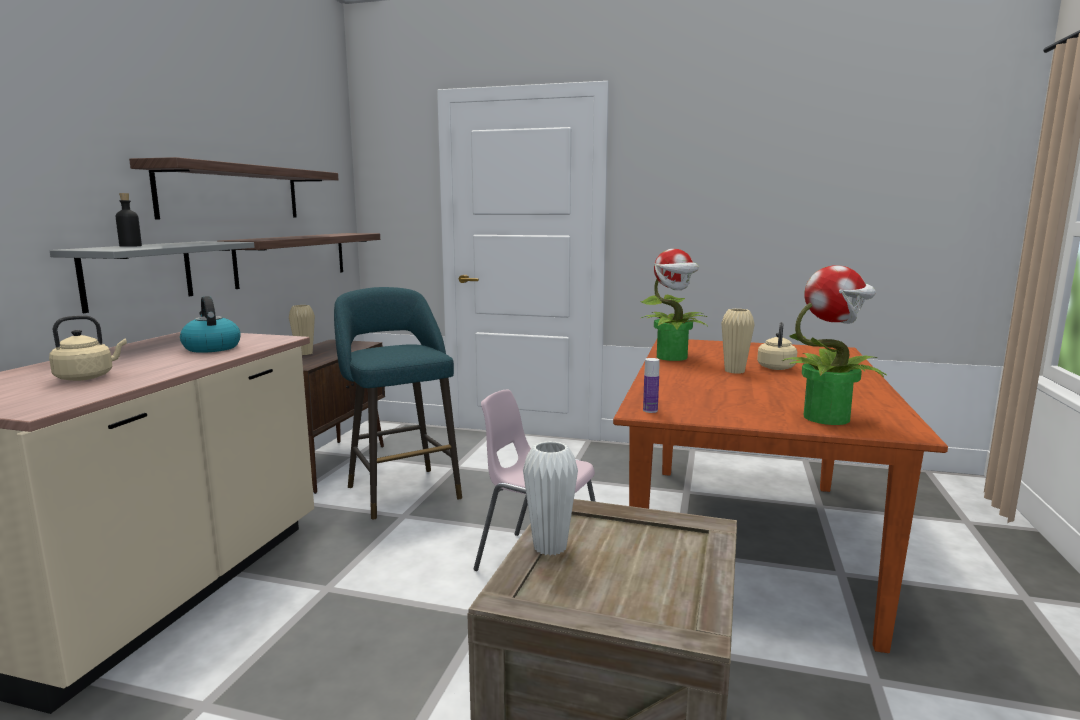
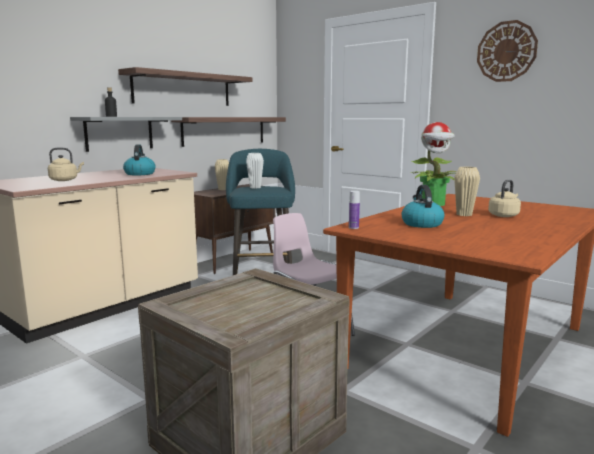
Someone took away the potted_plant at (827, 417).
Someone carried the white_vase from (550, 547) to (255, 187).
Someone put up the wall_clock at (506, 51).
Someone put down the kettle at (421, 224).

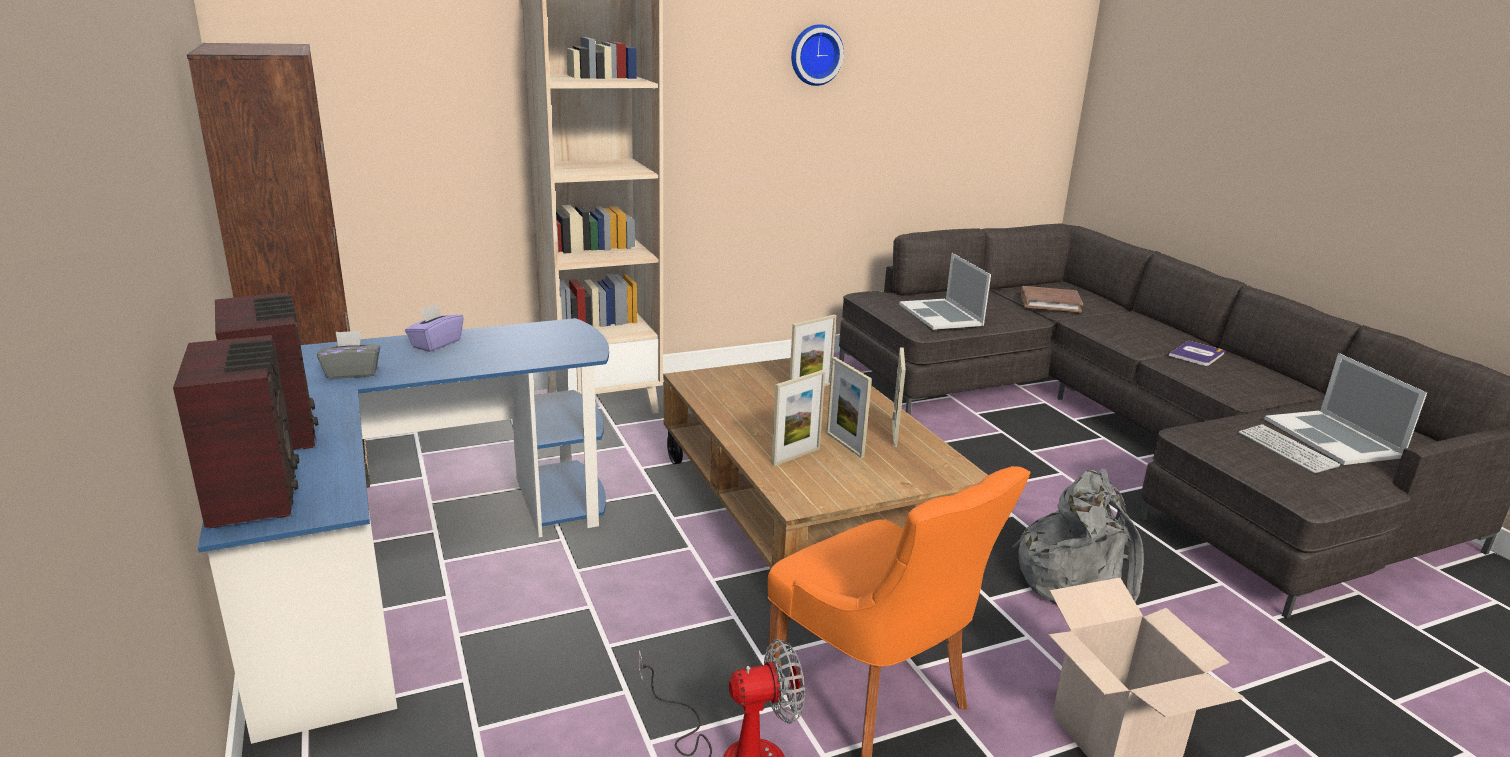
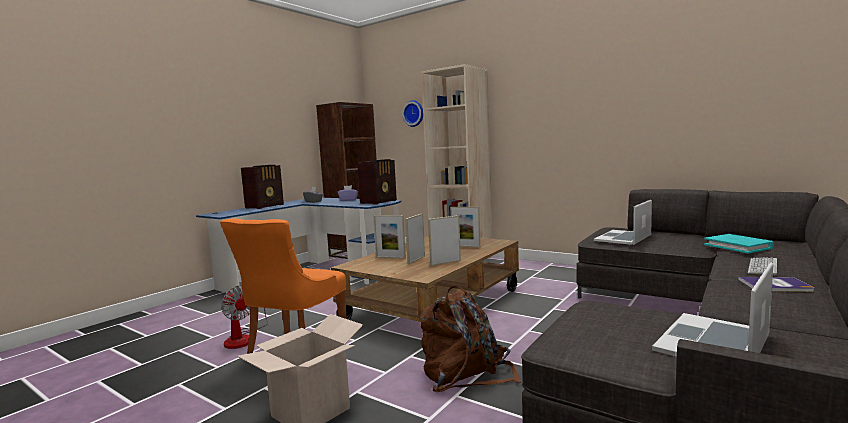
Someone carried the wall_clock from (815, 54) to (414, 113).
Someone repainted the brown_book at (1050, 302), which became the turquoise_book at (738, 246).
Someone carried the radio from (255, 492) to (379, 202).
Someone carried the keyboard from (1286, 450) to (762, 267).
Someone repainted the grey_backpack at (1076, 579), which became the brown_backpack at (466, 373).

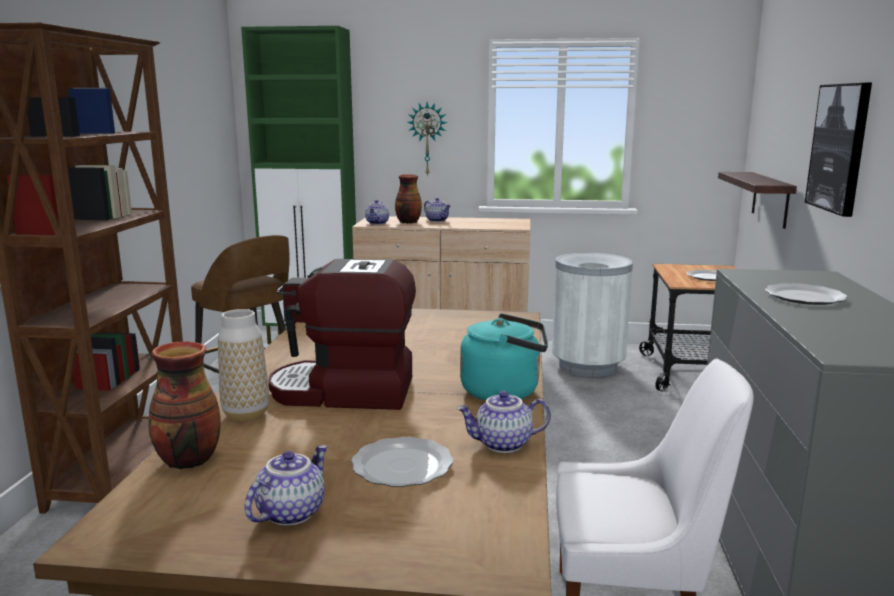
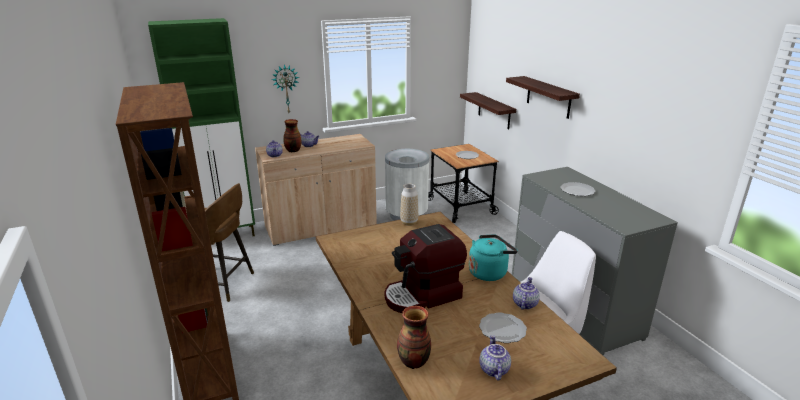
Someone swapped the picture at (839, 147) for the shelf at (548, 97).
Someone carried the vase from (246, 414) to (409, 222).
Someone rotated the teapot at (503, 445) by 150 degrees clockwise.

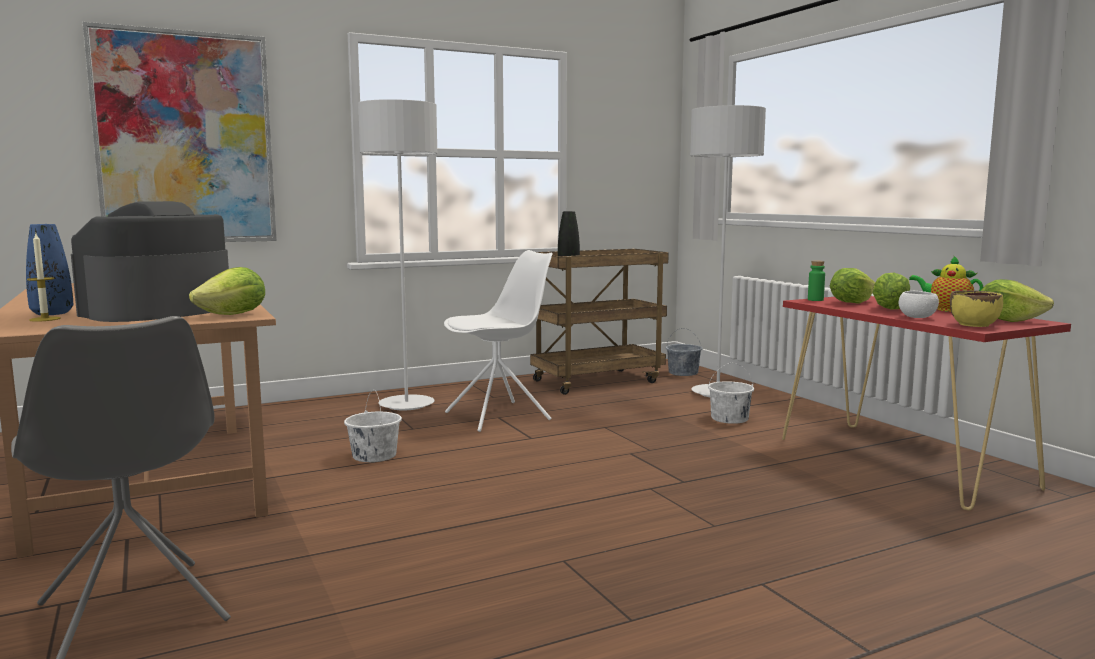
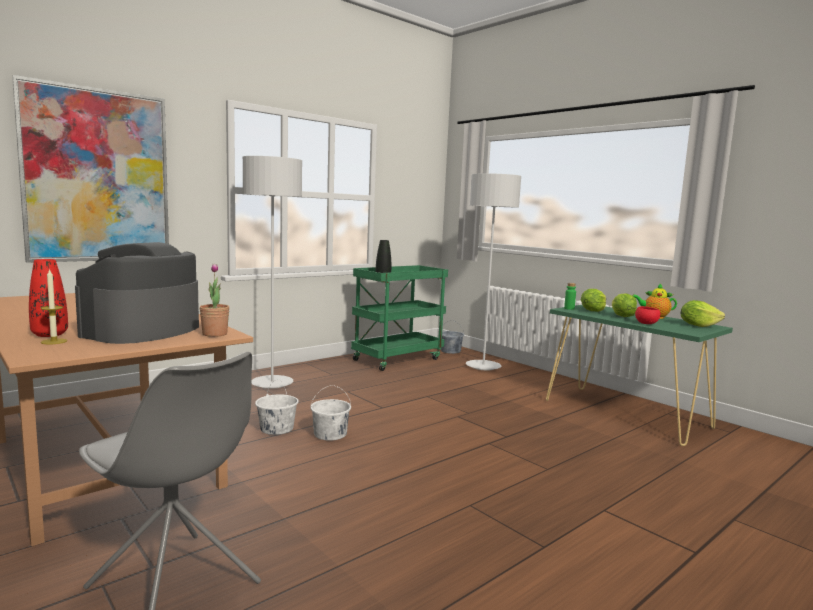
Someone repainted the blue_vase at (52, 313), which became the red_vase at (49, 334).
Someone repainted the brown_cart at (597, 381), which became the green_cart at (397, 359).
Someone took away the white_chair at (499, 416).
Someone swapped the lettuce at (234, 315) for the potted_plant at (215, 334).
Someone took away the yellow_bowl at (974, 325).
Someone repainted the white_bowl at (917, 317), which became the red_bowl at (646, 323).
Someone repainted the red_console_table at (902, 462), which became the green_console_table at (626, 414).
Someone carried the white_bucket from (730, 418) to (330, 434).

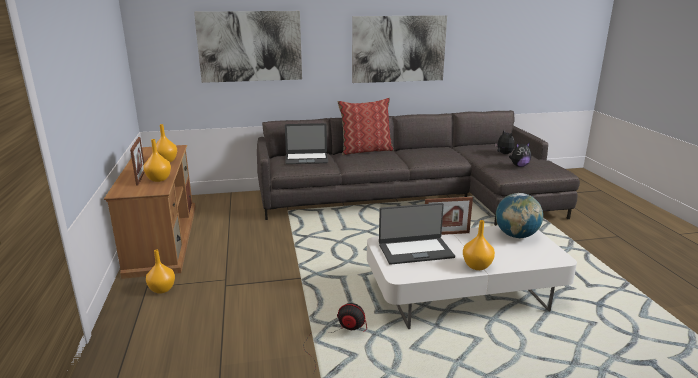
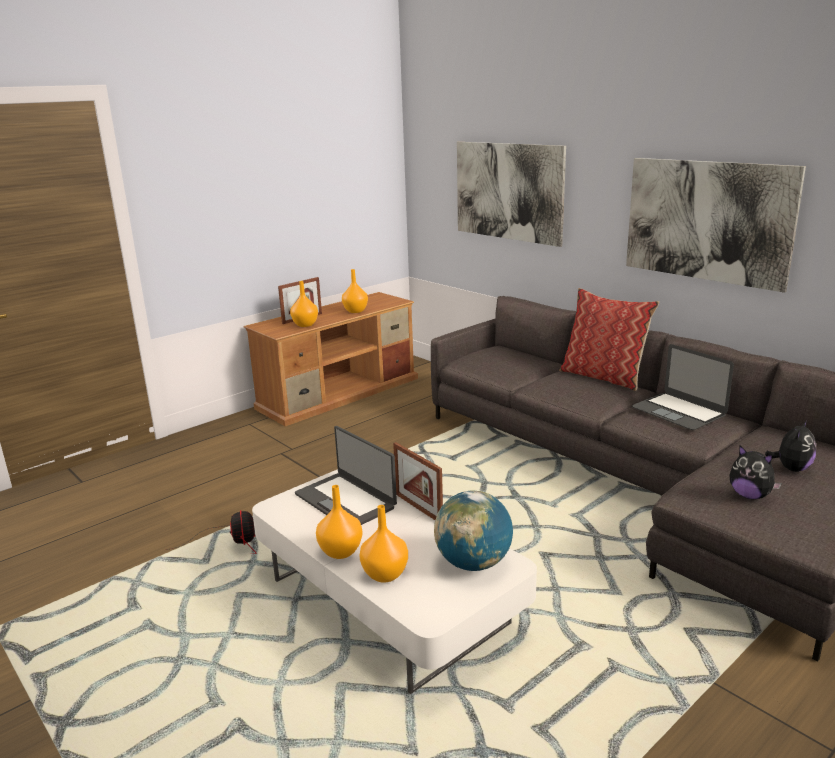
Someone carried the laptop from (306, 158) to (678, 411).
Someone carried the orange_vase from (162, 289) to (385, 575).

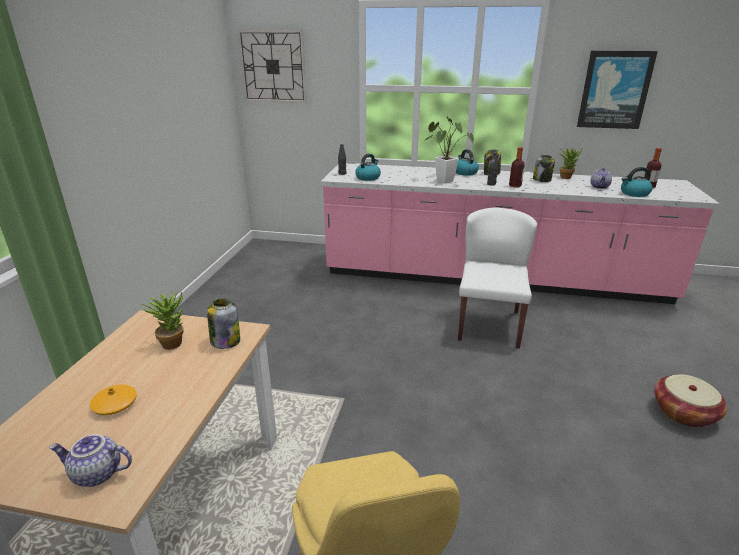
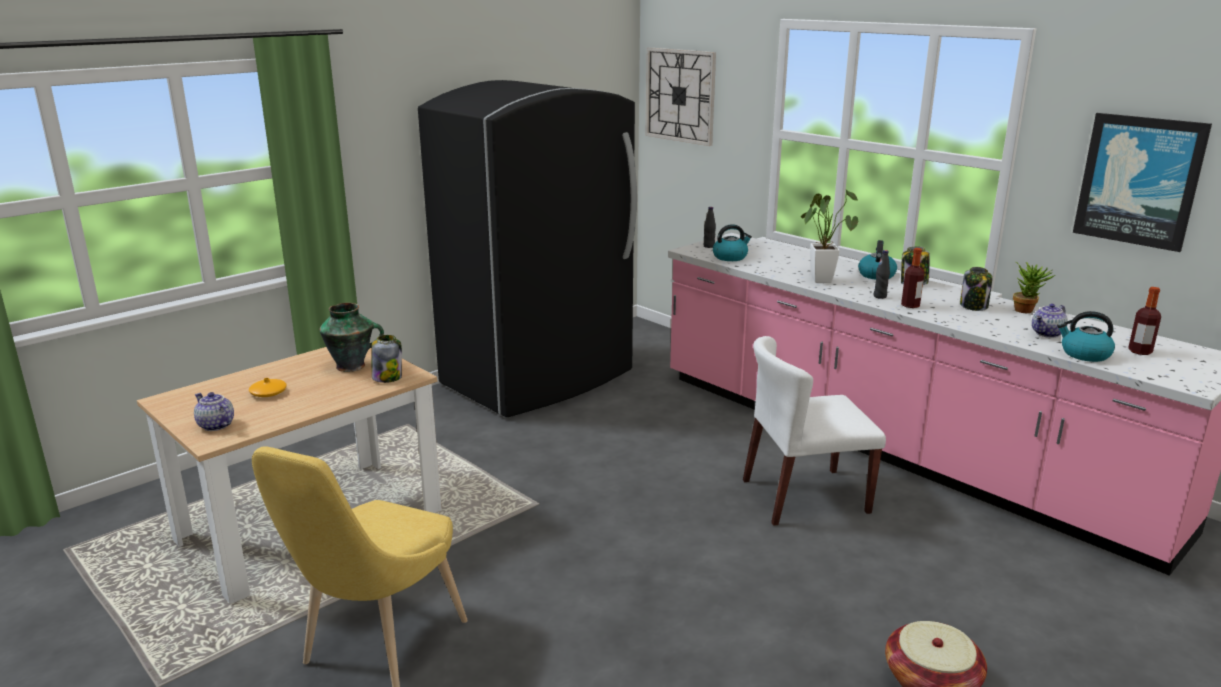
Someone rotated the white_chair at (488, 325) by 150 degrees counterclockwise.
Someone swapped the potted_plant at (173, 342) for the vase at (352, 366).
Someone put down the black_fridge at (539, 379).

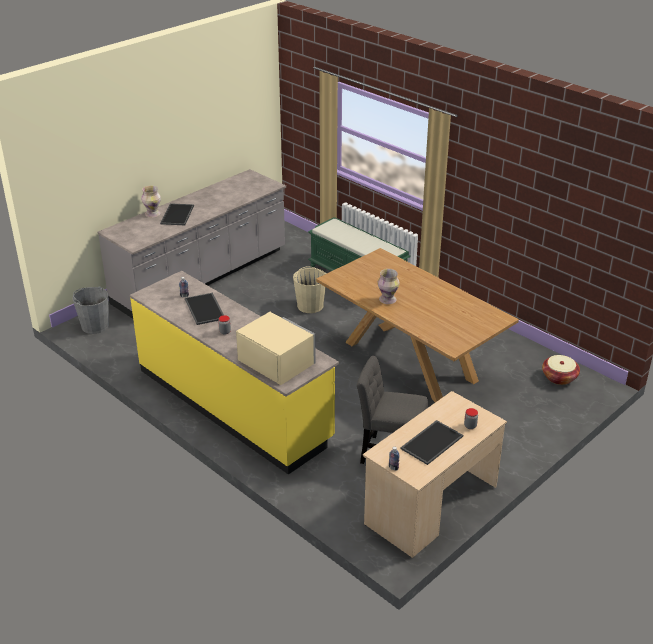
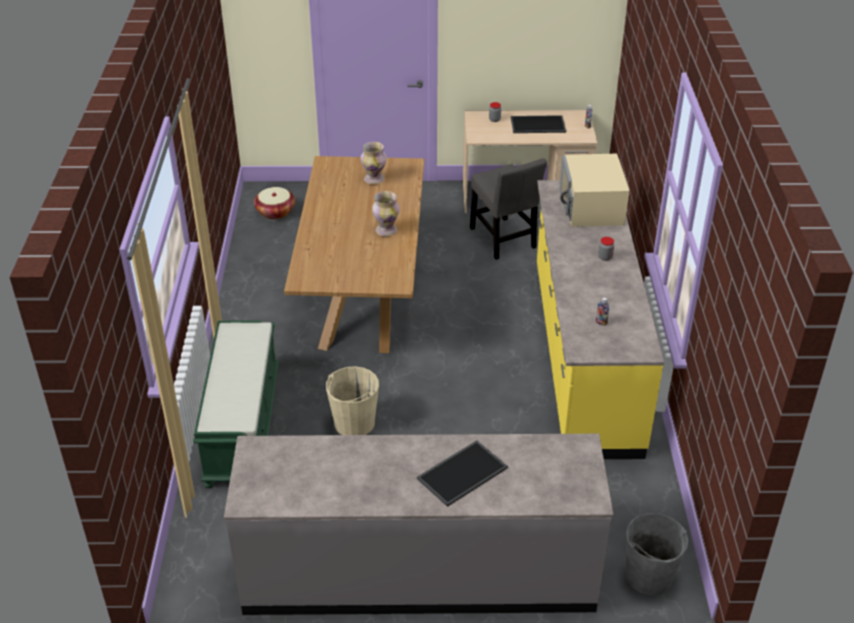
Someone carried the vase from (153, 214) to (374, 179).
Someone took away the tray at (205, 309).

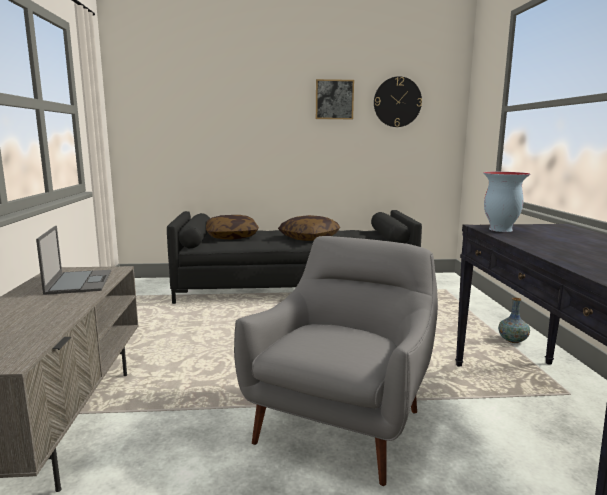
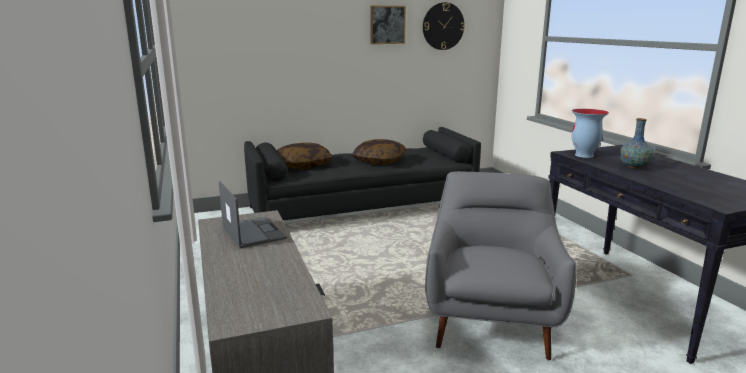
Someone carried the vase from (512, 340) to (634, 166).

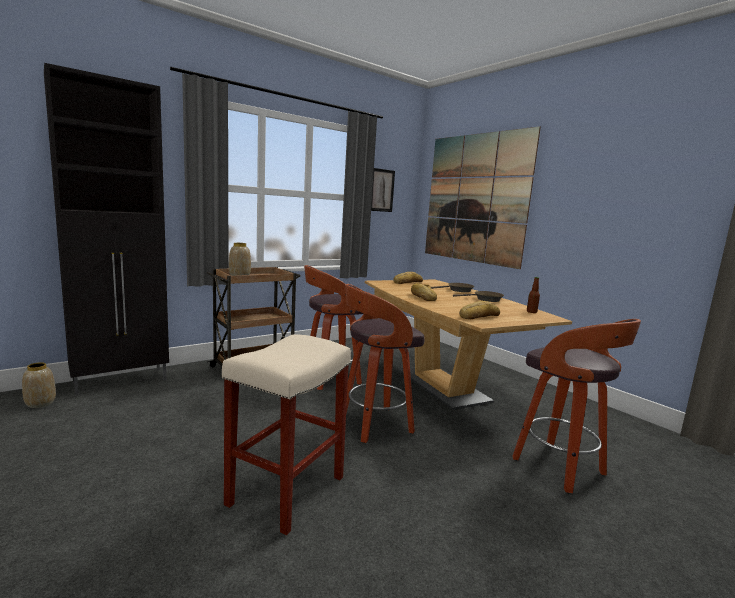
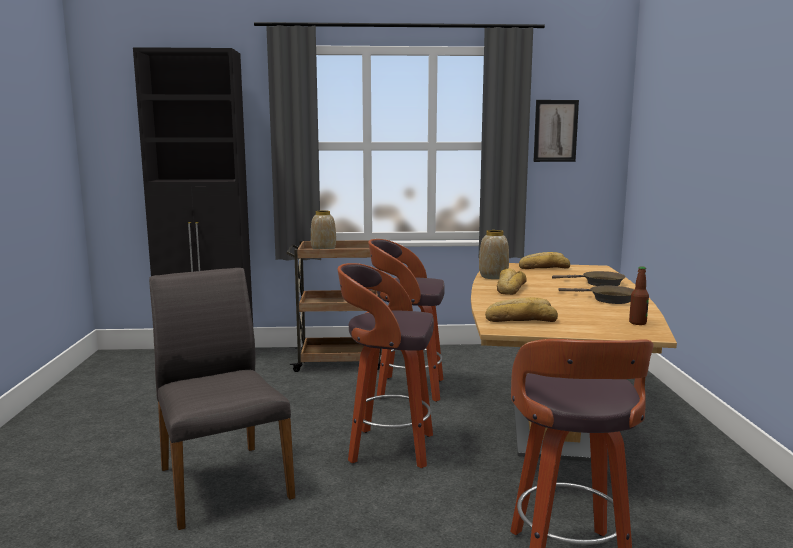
Someone took away the picture at (475, 198).
Someone swapped the beige_stool at (287, 489) for the grey_chair at (222, 482).
Someone carried the vase from (40, 403) to (493, 276).

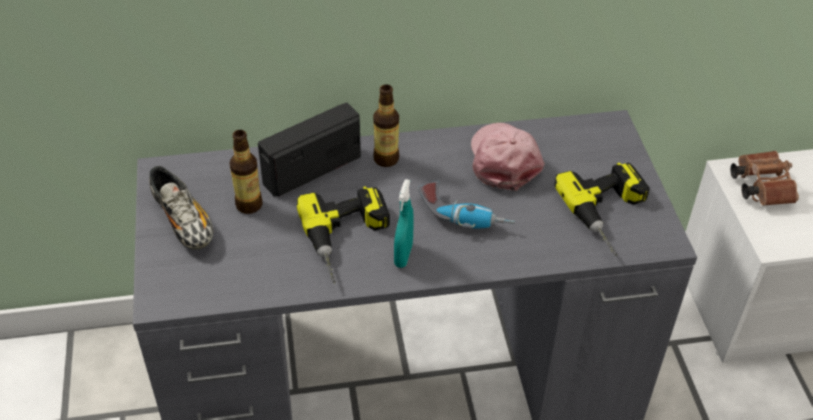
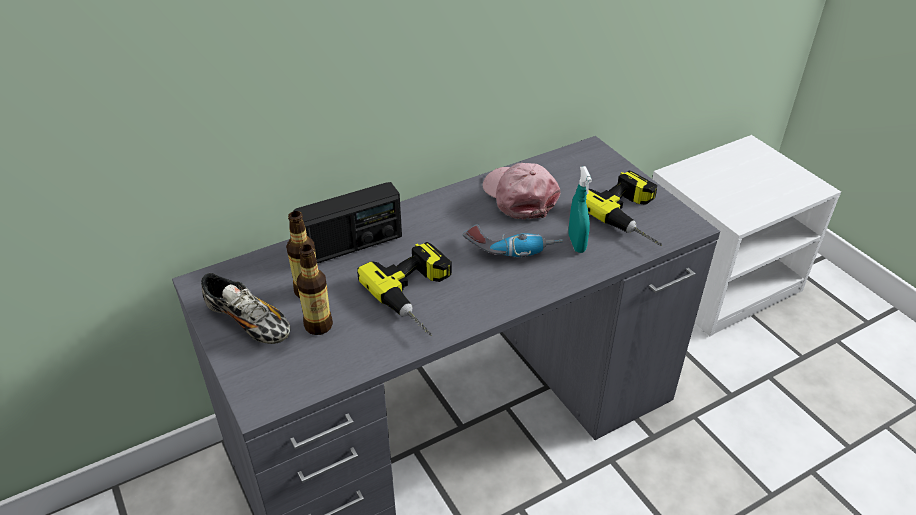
Someone carried the bottle from (386, 159) to (318, 325).
Someone rotated the radio at (311, 169) by 150 degrees counterclockwise.
Someone took away the brown_binoculars at (759, 186).
Someone carried the turquoise_spray_bottle from (403, 255) to (576, 243).

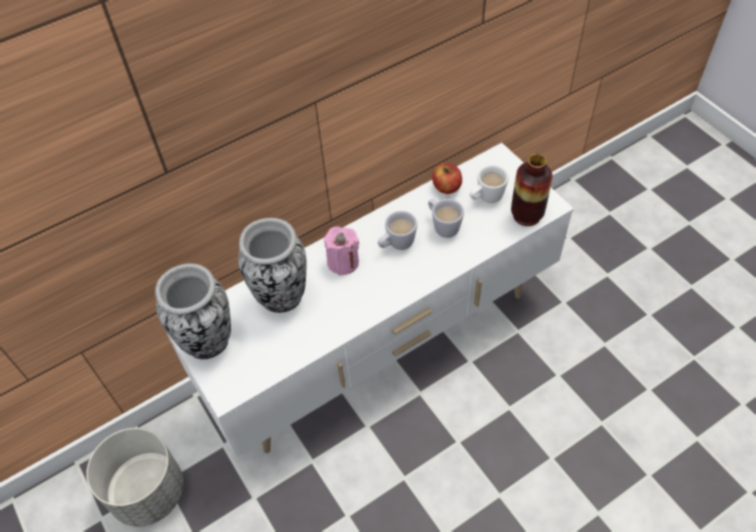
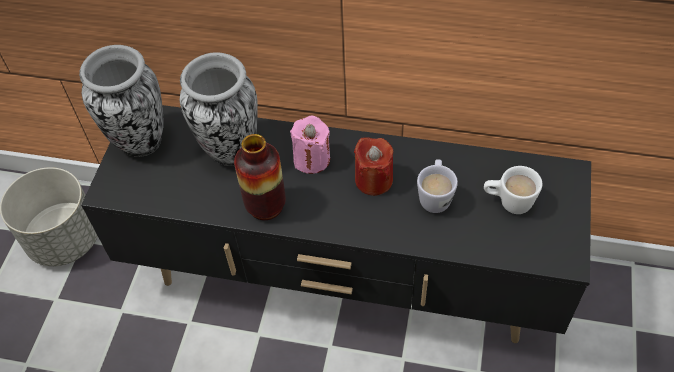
Someone repainted the white_tv_stand at (383, 346), which became the black_tv_stand at (344, 279).
Someone carried the vase from (526, 215) to (265, 206).
Someone took away the apple at (446, 187).
Someone swapped the white_mug at (396, 244) for the red_candle at (373, 180).

